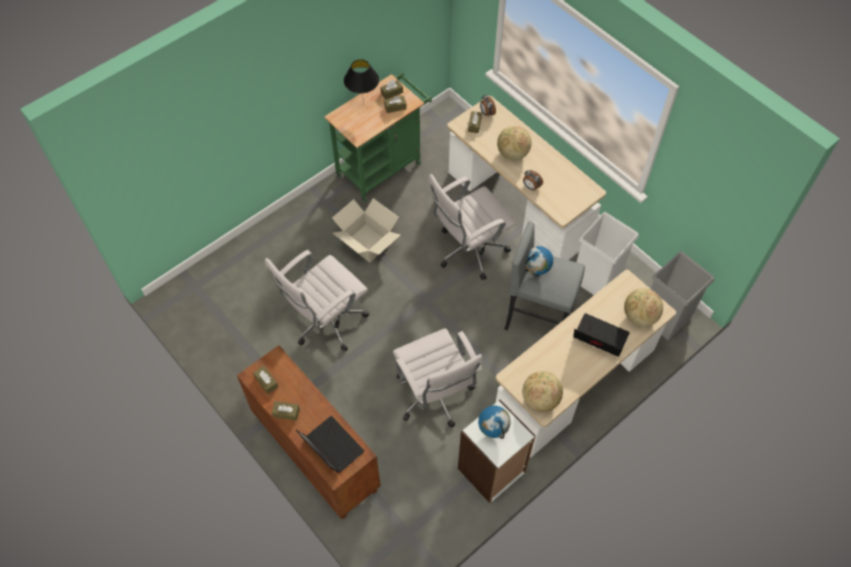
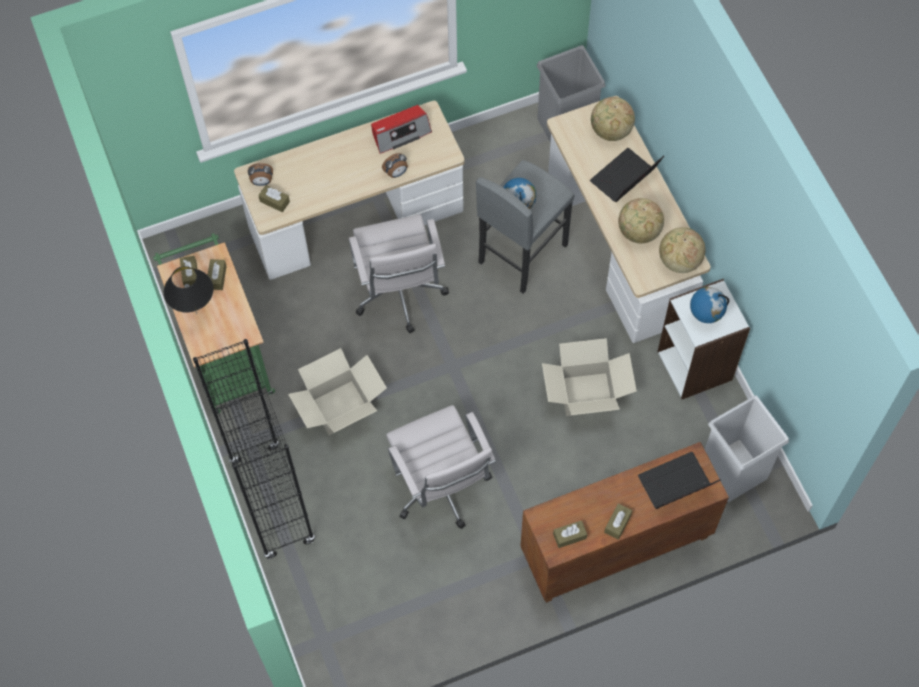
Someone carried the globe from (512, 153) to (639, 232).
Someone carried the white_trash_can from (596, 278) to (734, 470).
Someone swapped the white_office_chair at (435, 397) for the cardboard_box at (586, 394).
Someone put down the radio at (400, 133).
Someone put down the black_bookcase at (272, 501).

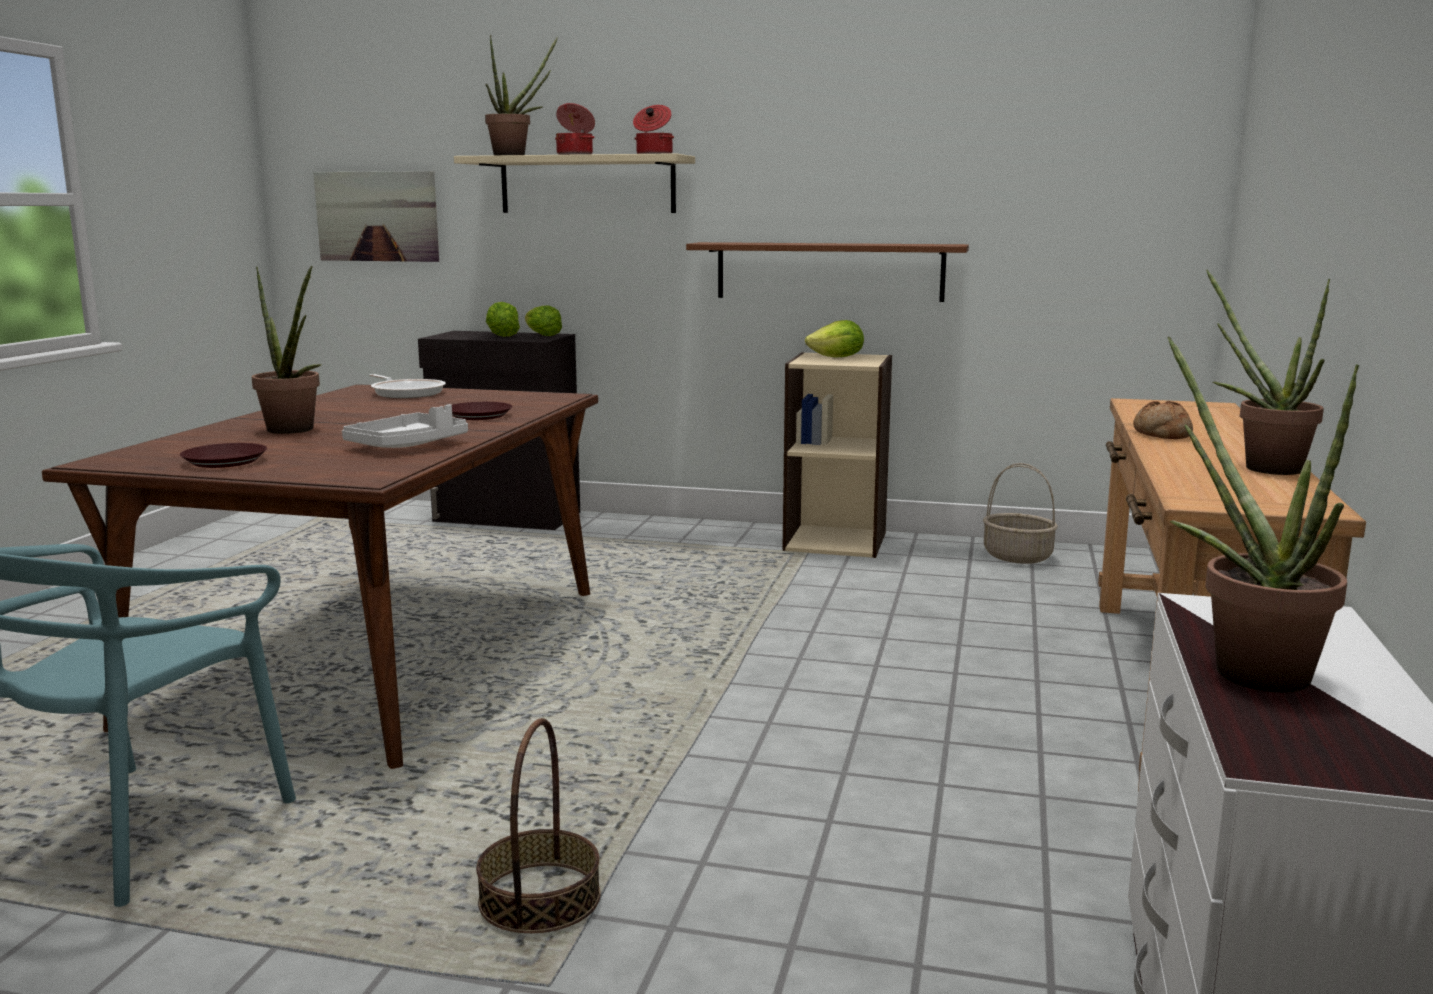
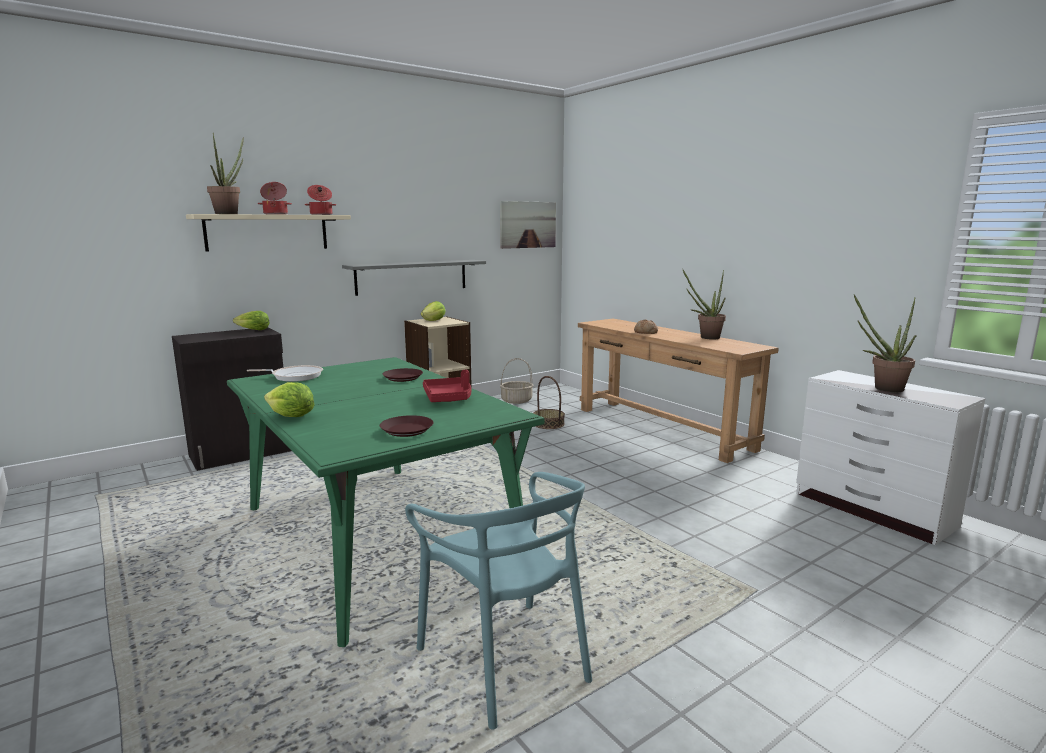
Someone carried the picture from (377, 216) to (528, 224).
Someone repainted the brown_shelf at (829, 271), which became the grey_shelf at (412, 276).
Someone took away the potted_plant at (294, 431).
Someone carried the lettuce from (502, 336) to (291, 417).
Someone repainted the brown_dining_table at (383, 653), which became the green_dining_table at (379, 537).
Someone repainted the white_tray at (408, 445), which became the red_tray at (448, 398).
Someone carried the basket from (540, 898) to (548, 424).

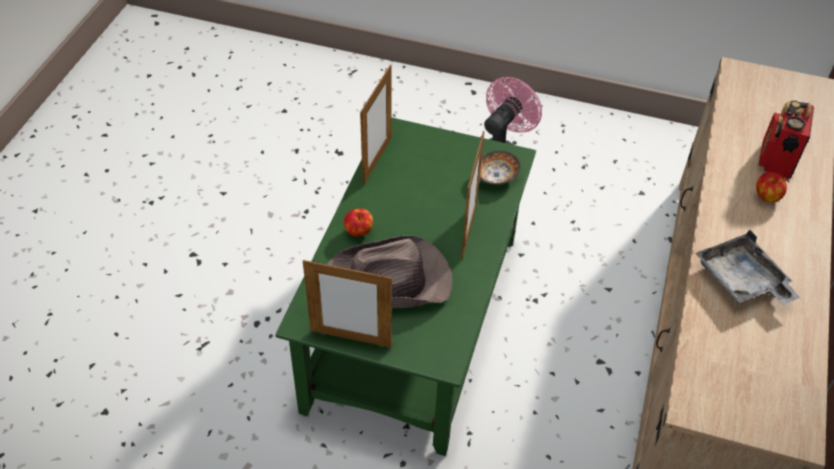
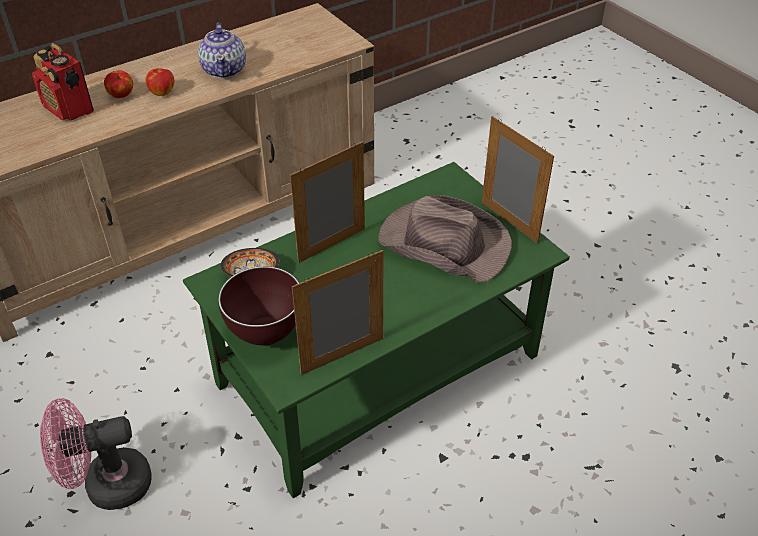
Someone rotated the radio at (776, 160) by 75 degrees clockwise.
Someone carried the apple from (359, 232) to (162, 92).
Someone swapped the grey_tray at (741, 280) for the teapot at (225, 70).
Someone put down the brown_bowl at (268, 335).

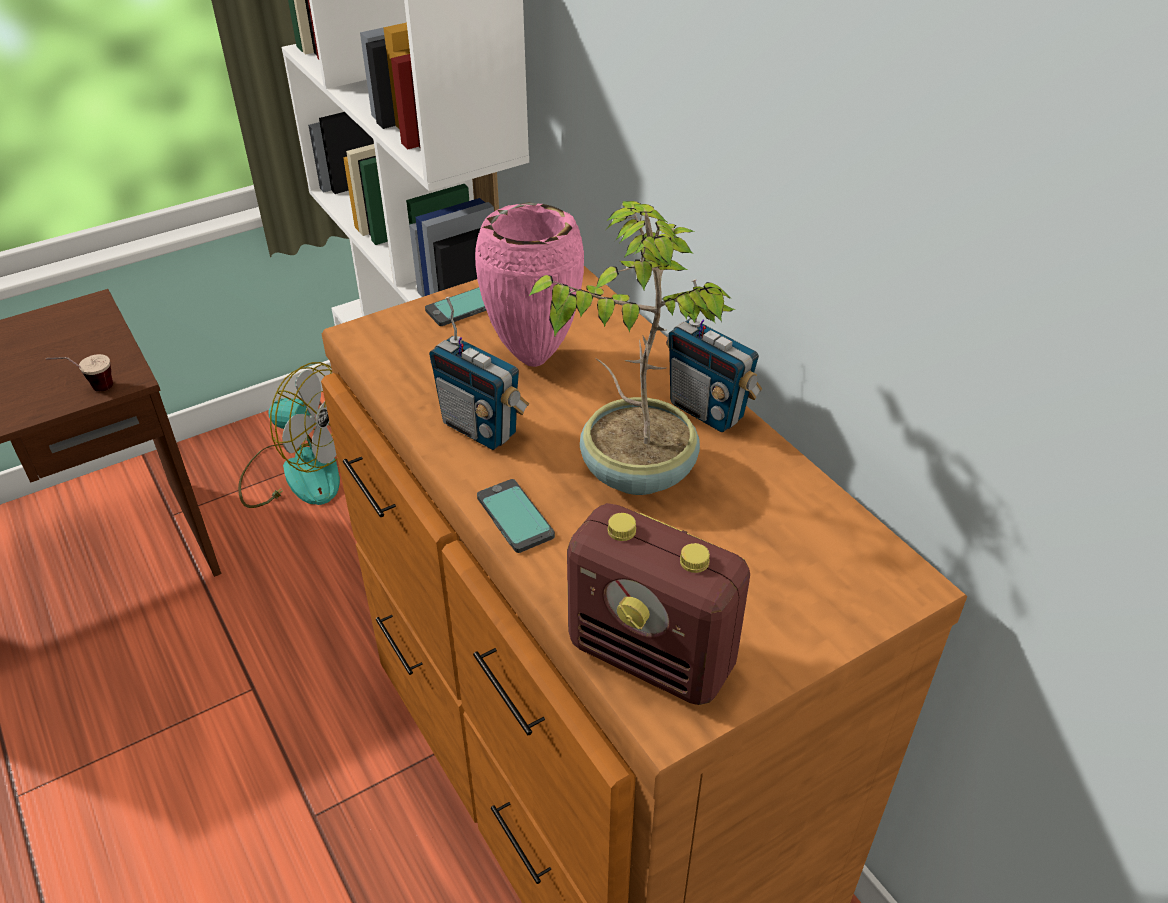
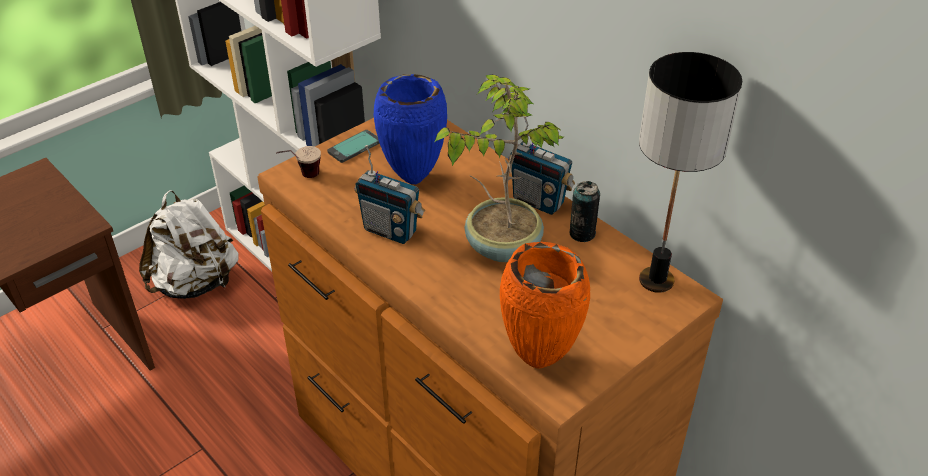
Someone repainted the pink_vase at (534, 357), which became the blue_vase at (413, 178).
Someone carried the cup from (90, 389) to (301, 177).
Someone swapped the fan at (298, 472) for the white_backpack at (196, 283).
Someone took away the phone at (514, 517).
Someone swapped the radio at (653, 656) for the orange_vase at (540, 360).
Someone put down the table_lamp at (656, 281).
Someone put down the can at (582, 233).

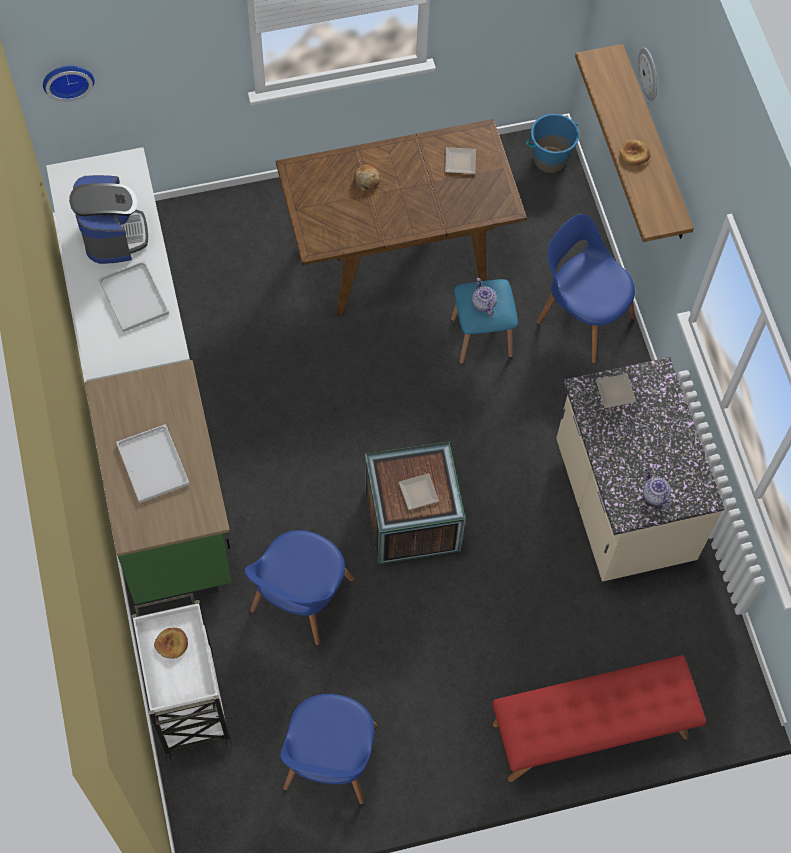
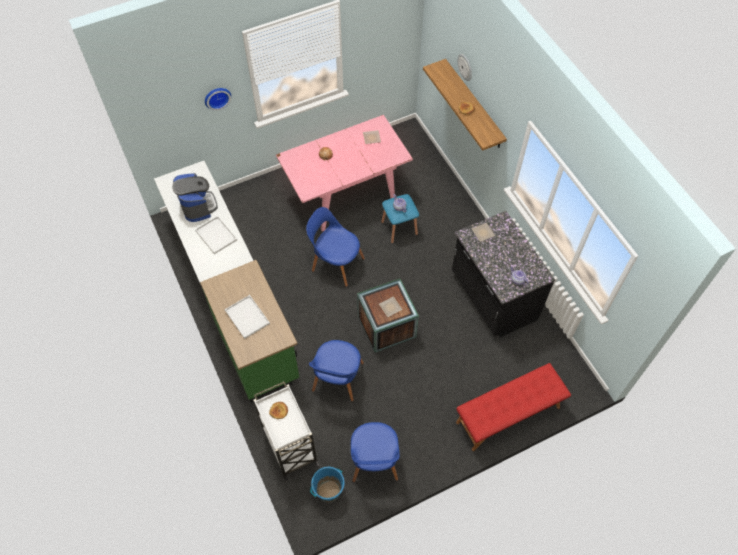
Someone carried the wall_clock from (67, 79) to (217, 97).
Someone carried the blue_bucket from (550, 159) to (329, 491).
Someone repainted the brown_dining_table at (397, 255), which became the pink_dining_table at (345, 196).
Someone carried the blue_chair from (582, 316) to (336, 263).
Someone repainted the beige_counter at (620, 506), which became the black_counter at (492, 297).

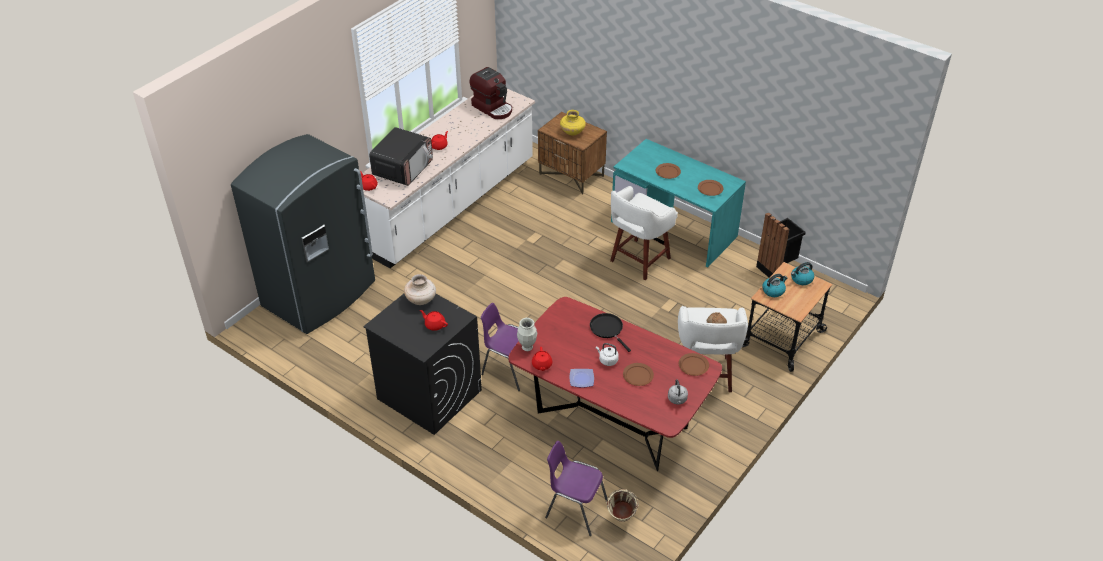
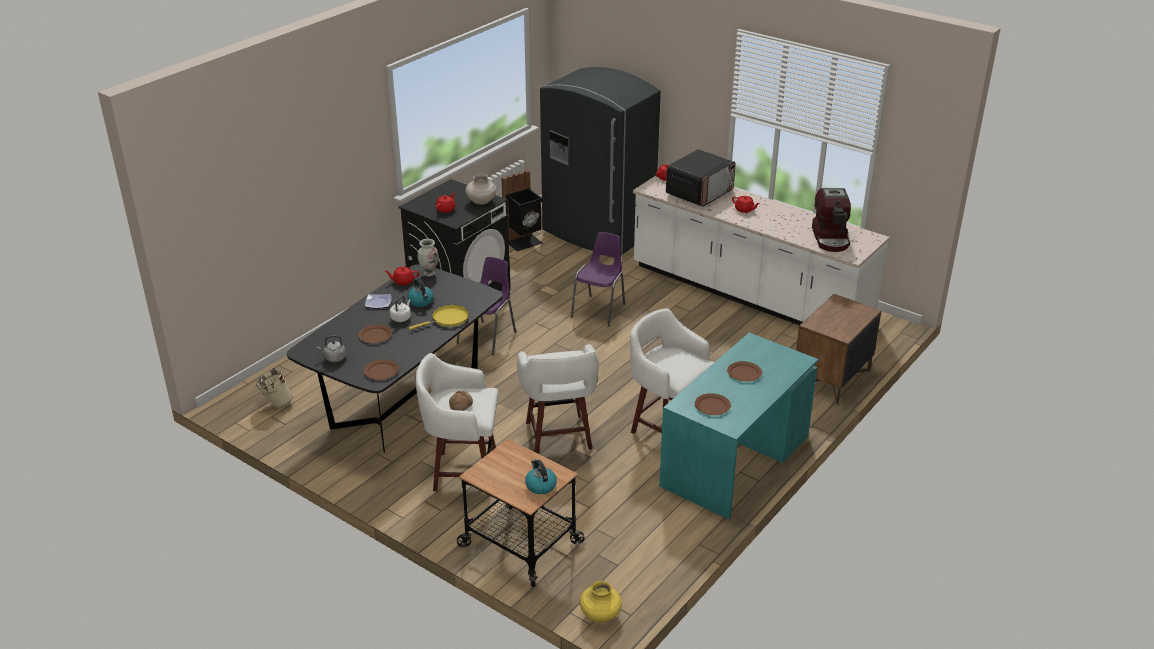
Someone rotated the coffee_machine at (493, 108) by 45 degrees counterclockwise.
Someone carried the yellow_vase from (572, 132) to (600, 615).
Someone rotated the microwave at (403, 168) by 75 degrees counterclockwise.
Someone carried the black_trash_can from (777, 269) to (524, 242).
Someone carried the kettle from (773, 290) to (421, 301).
Someone repainted the red_dining_table at (612, 420), which became the black_dining_table at (406, 401).
Someone repainted the black_frying_pan at (607, 329), which became the yellow_frying_pan at (447, 319).
Someone carried the purple_chair from (575, 509) to (599, 310).
Someone put down the white_stool at (559, 437).

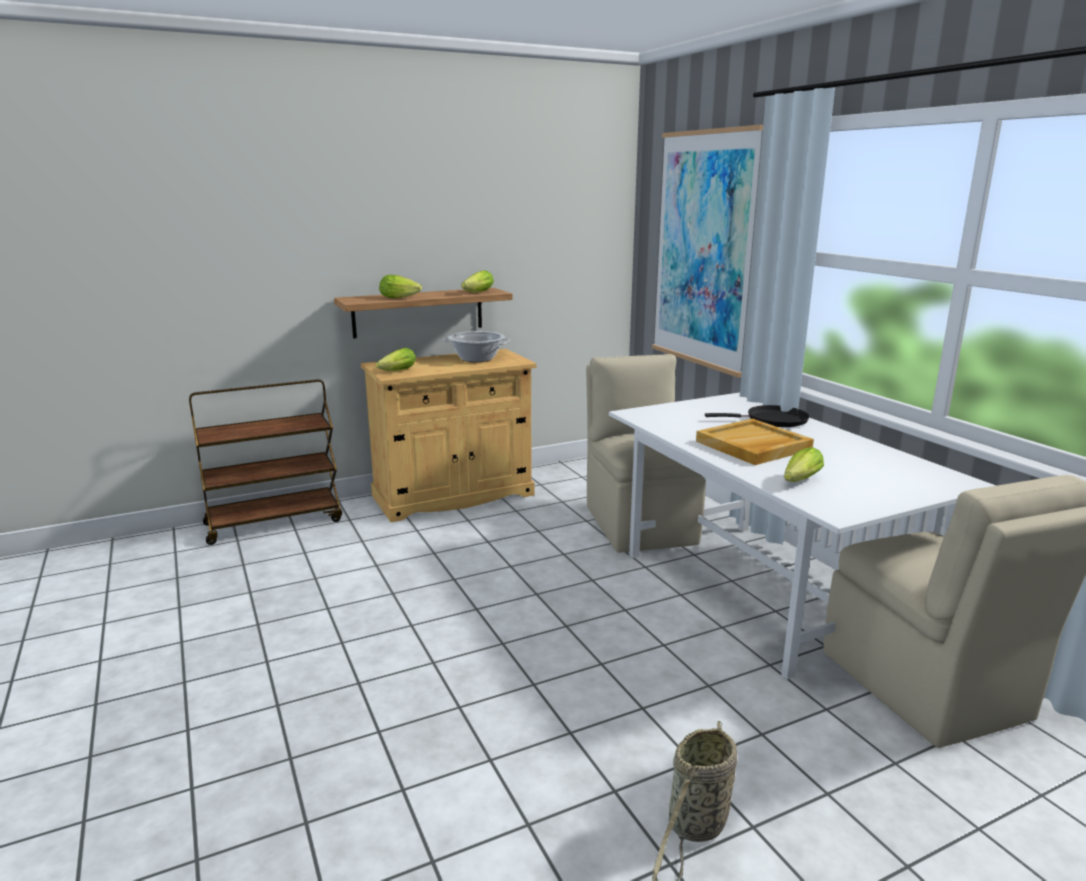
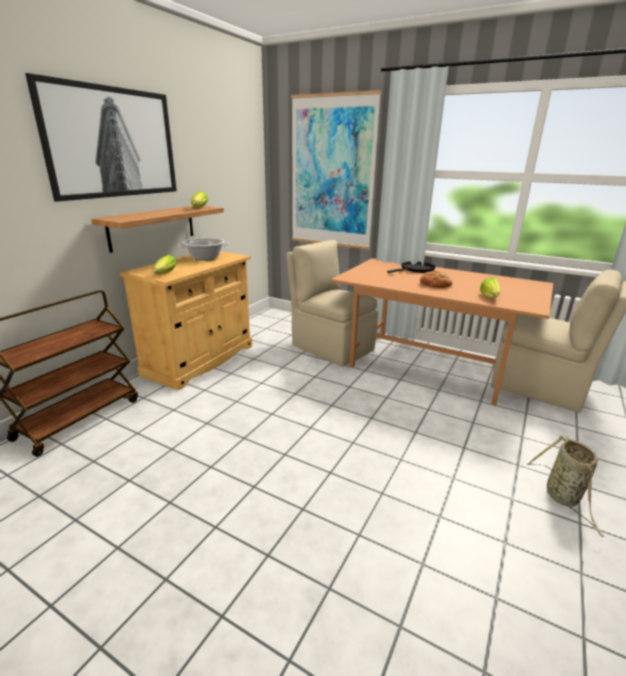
Someone took away the lettuce at (401, 297).
Someone repainted the white_dining_table at (764, 590), which became the brown_dining_table at (431, 364).
Someone swapped the beige_tray at (753, 446) for the bread at (435, 284).
Someone put up the picture at (113, 143).

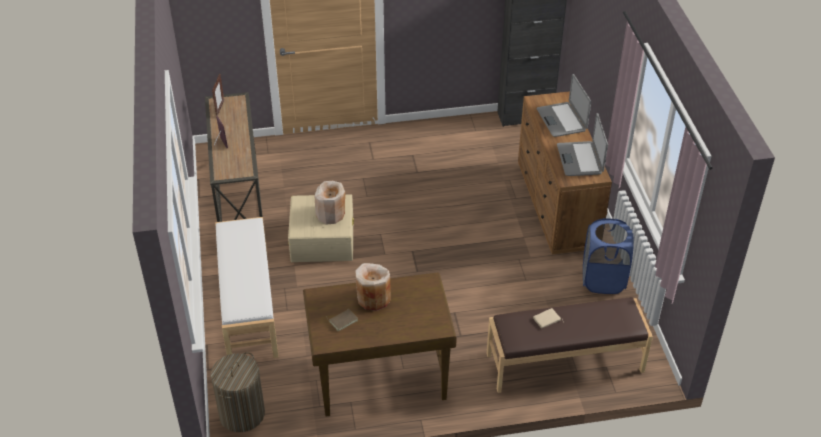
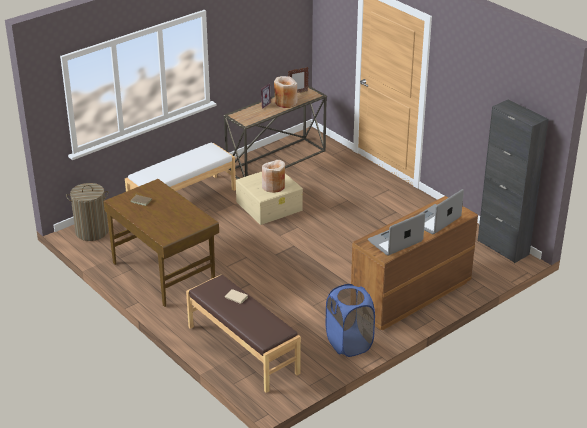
Someone carried the beige_vase from (373, 298) to (285, 103).

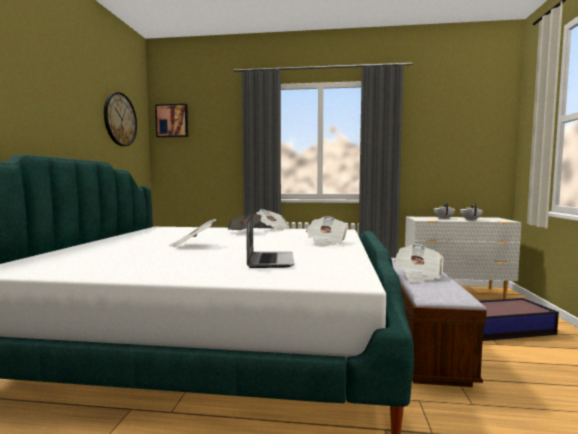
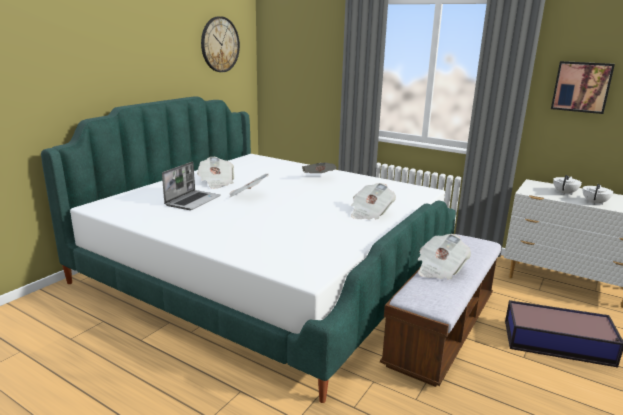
Someone carried the picture from (172, 121) to (581, 87).
Someone carried the newspaper from (273, 229) to (216, 183).
Someone carried the laptop from (270, 261) to (193, 201).

